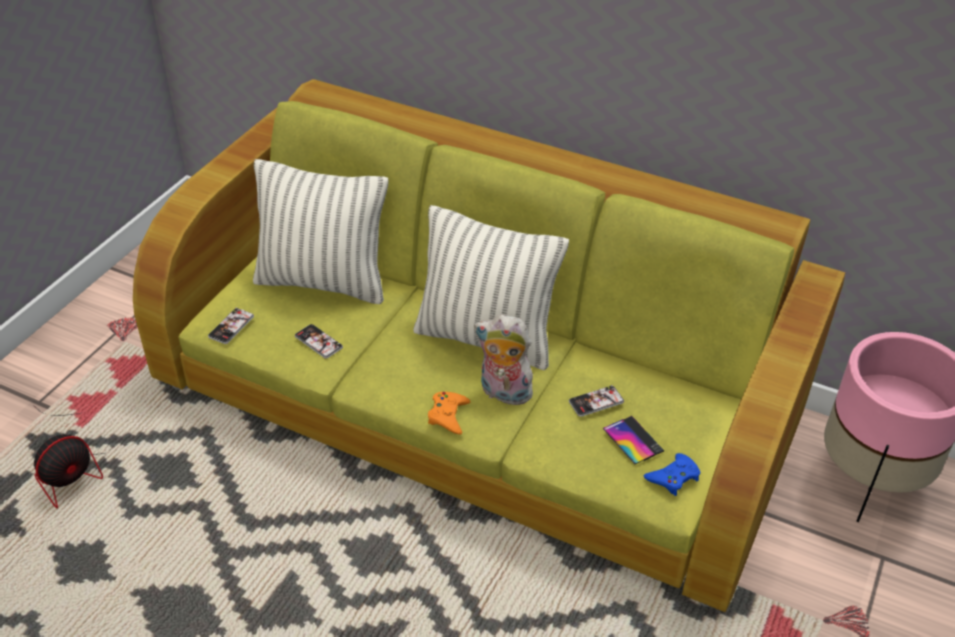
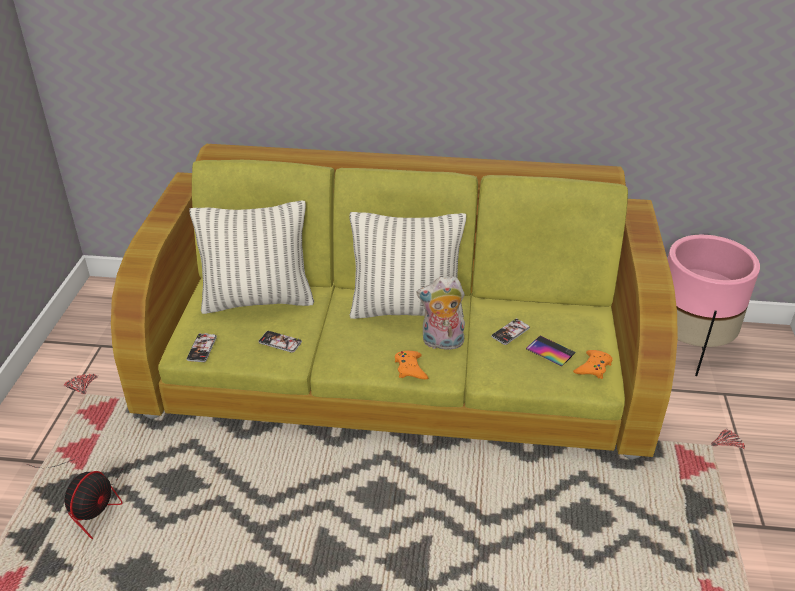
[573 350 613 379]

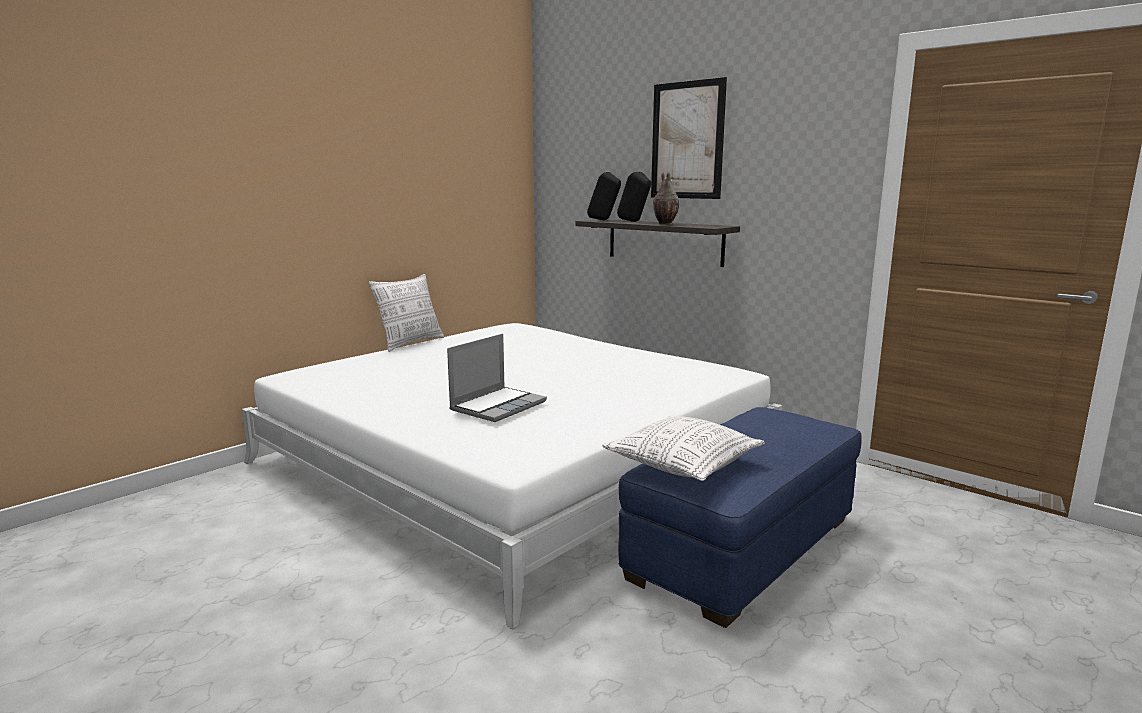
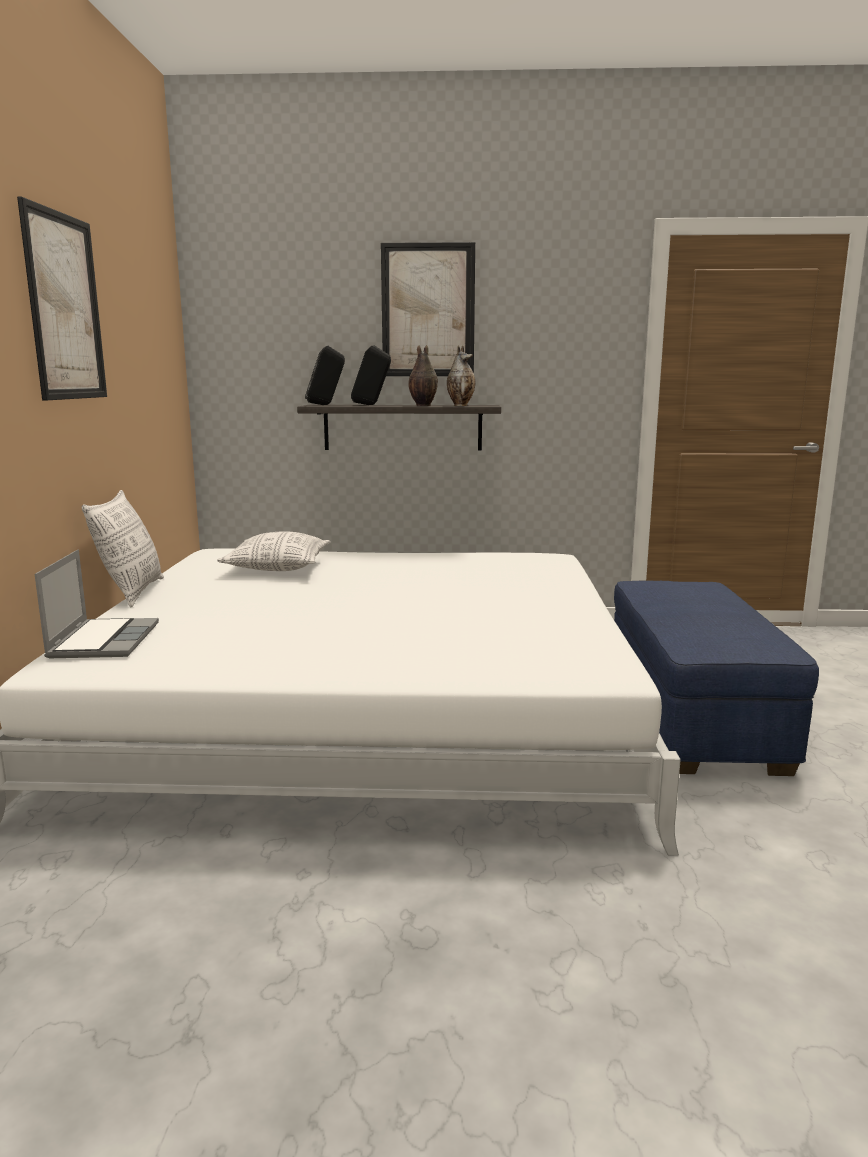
[17 197 107 401]
[35 550 159 658]
[217 531 330 571]
[447 345 475 406]

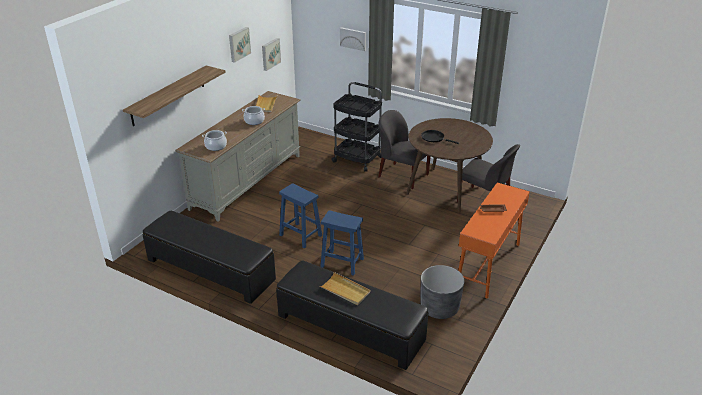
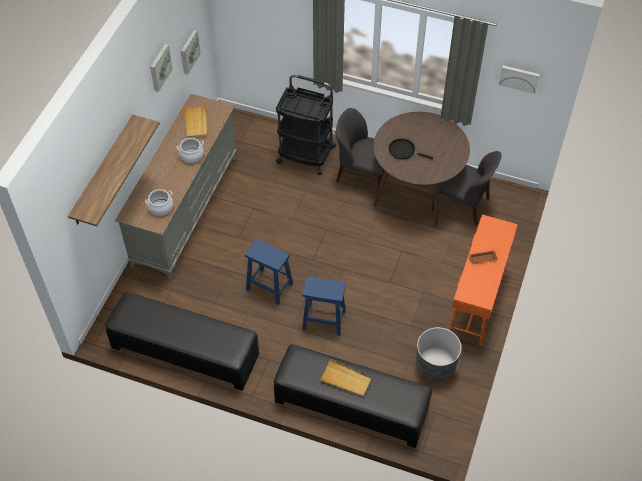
[499 65 540 94]

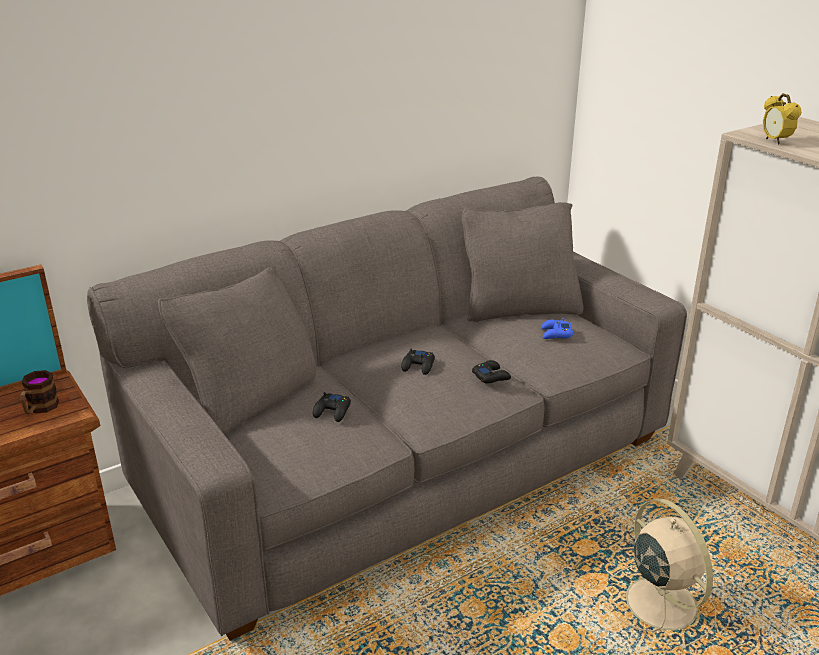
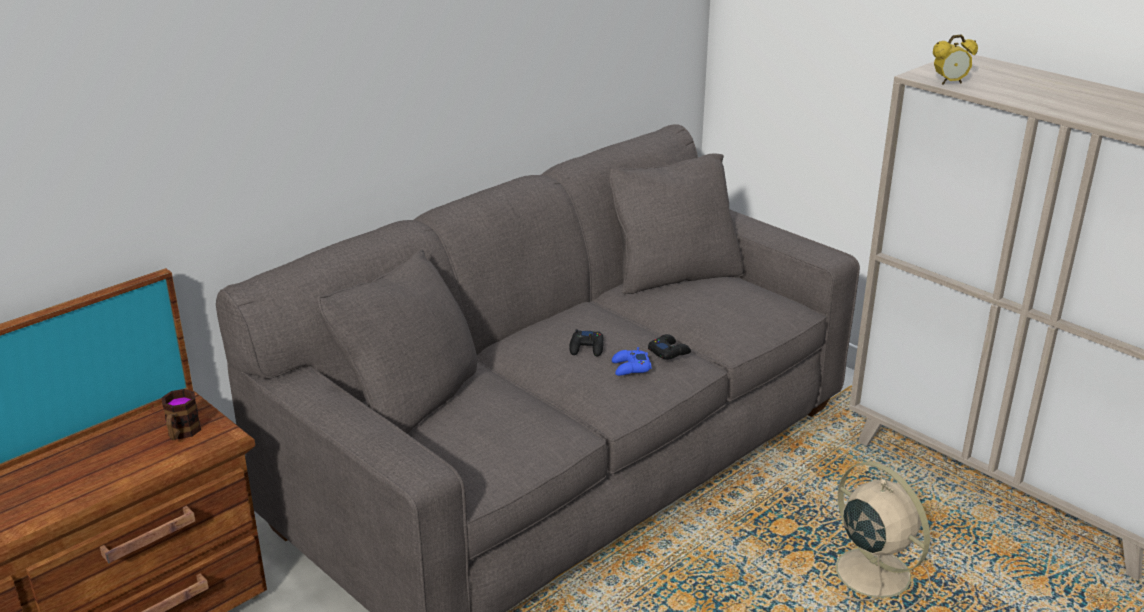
[612 347 651 376]
[933 34 978 85]
[313 392 351 422] (first image)

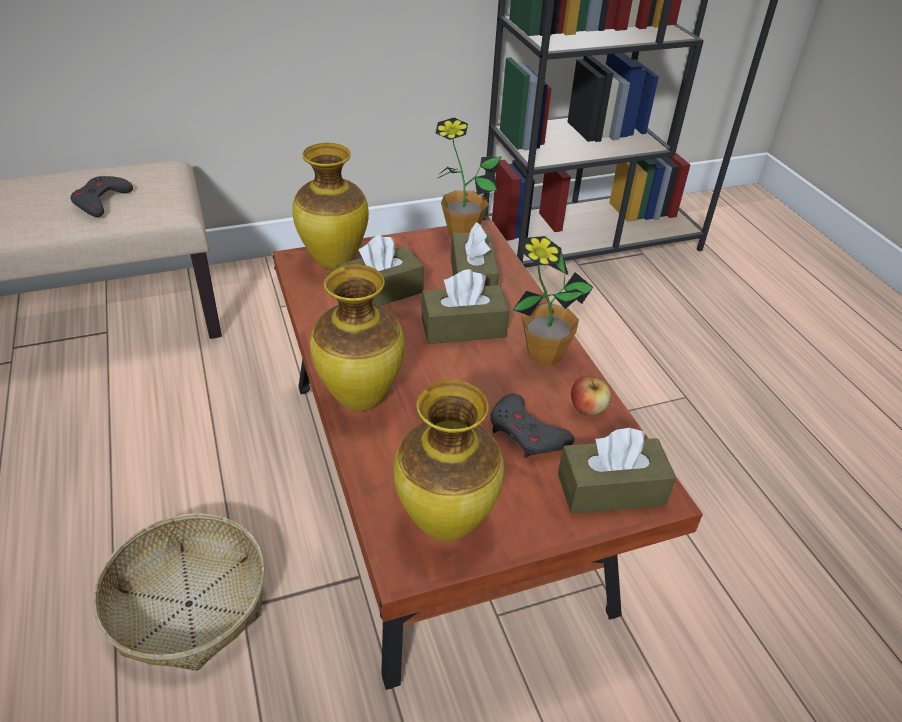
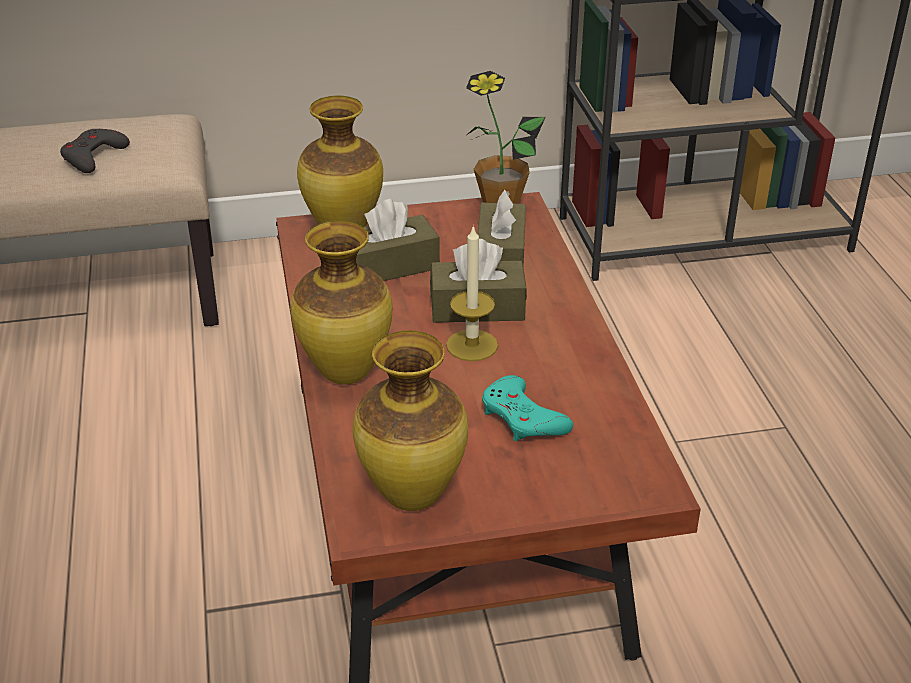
[446 225 498 361]
[482 375 573 441]
[93 513 266 671] (first image)
[513 236 593 366] (first image)
[558 427 676 514] (first image)
[571 376 611 415] (first image)

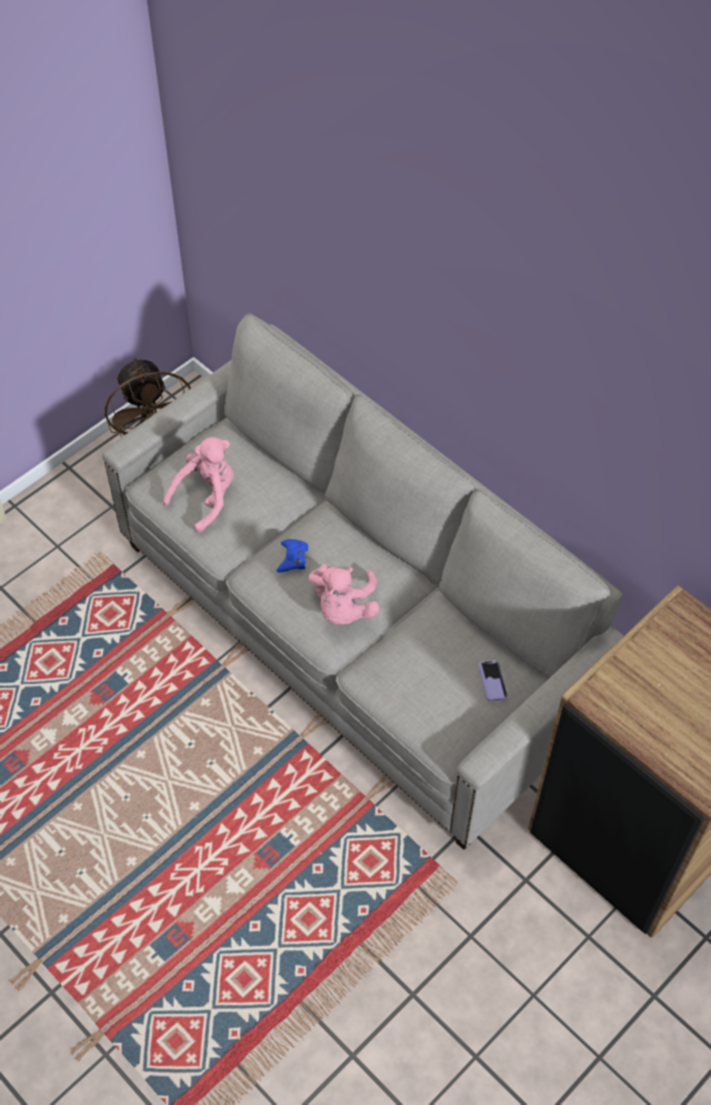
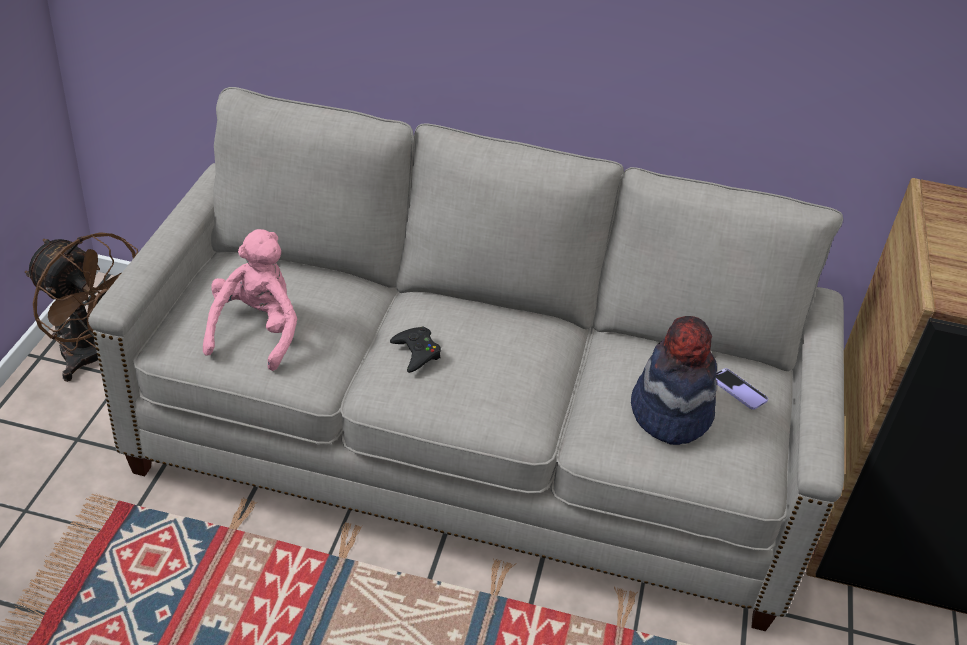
[390 327 441 373]
[631 316 717 445]
[309 564 379 625] (first image)

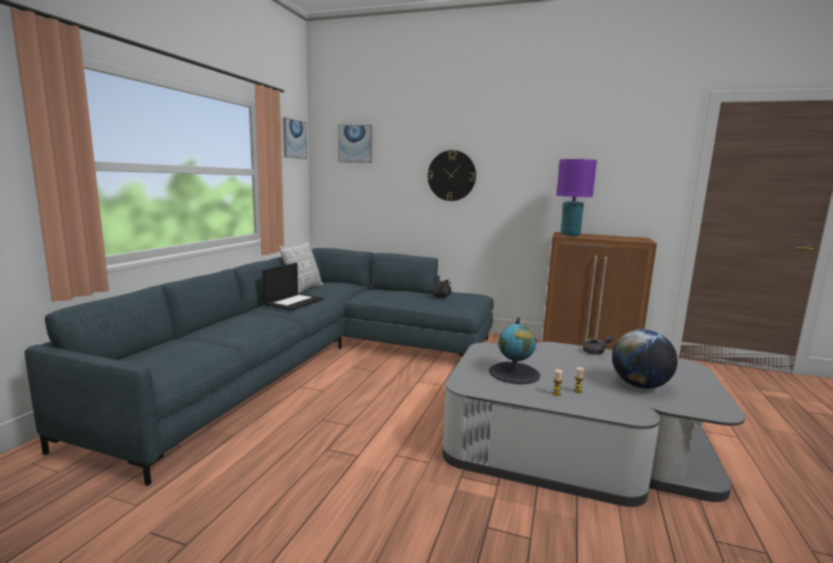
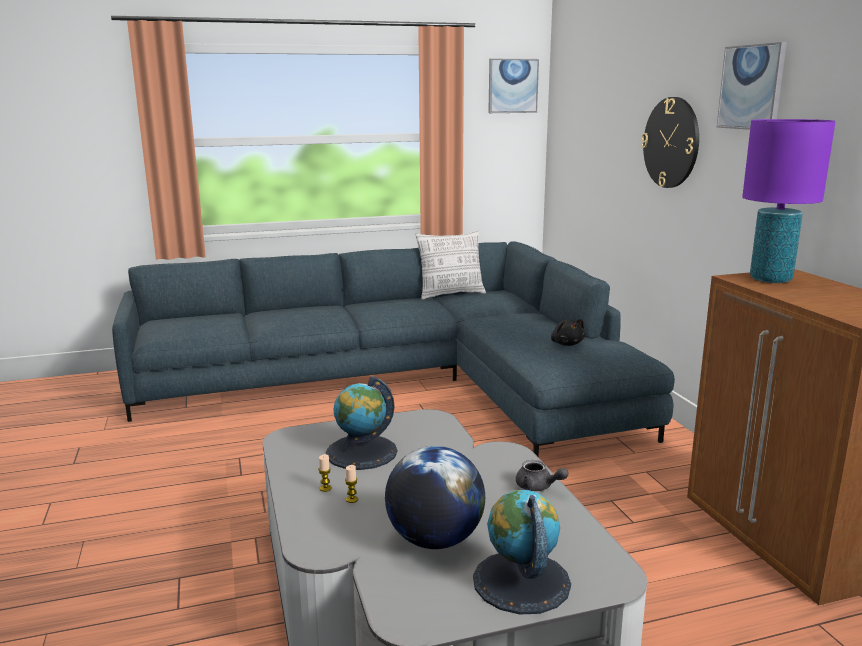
[473 490 571 614]
[717 42 787 130]
[262 263 323 311] (first image)

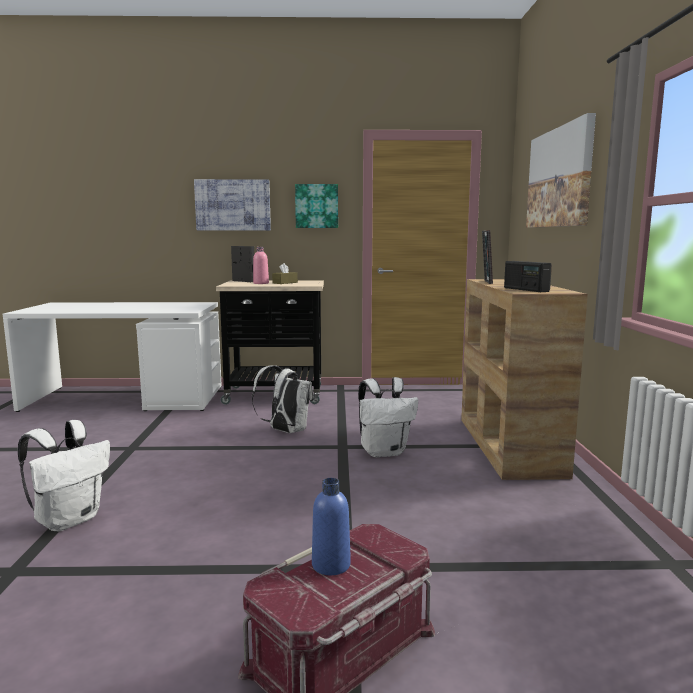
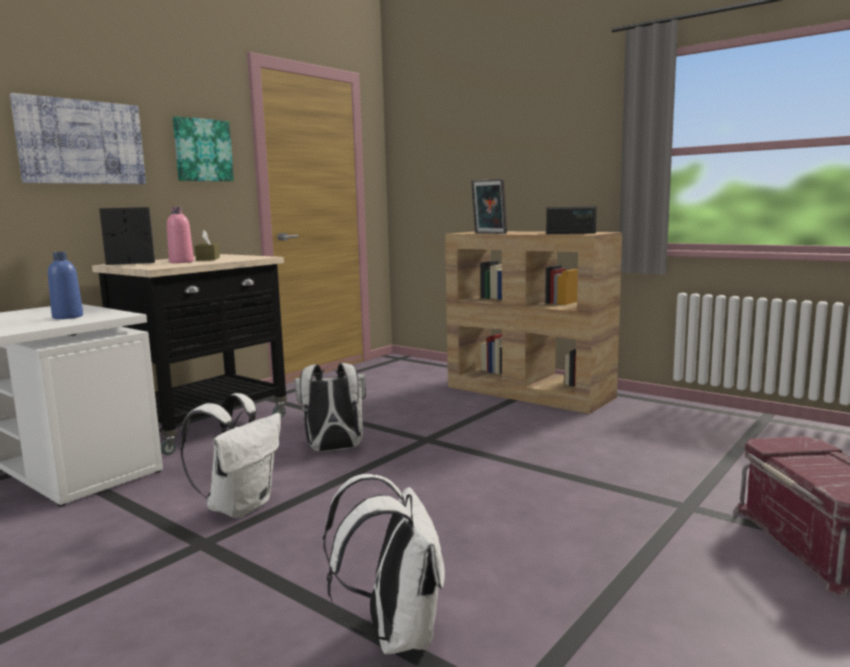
[48 252 83 319]
[180 393 281 518]
[526 113 596 228] (first image)

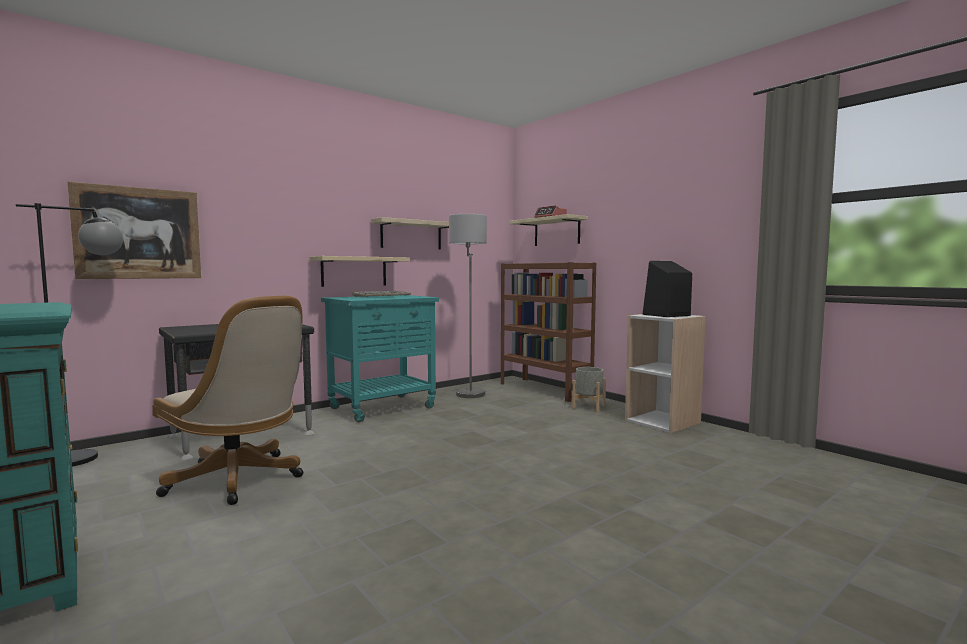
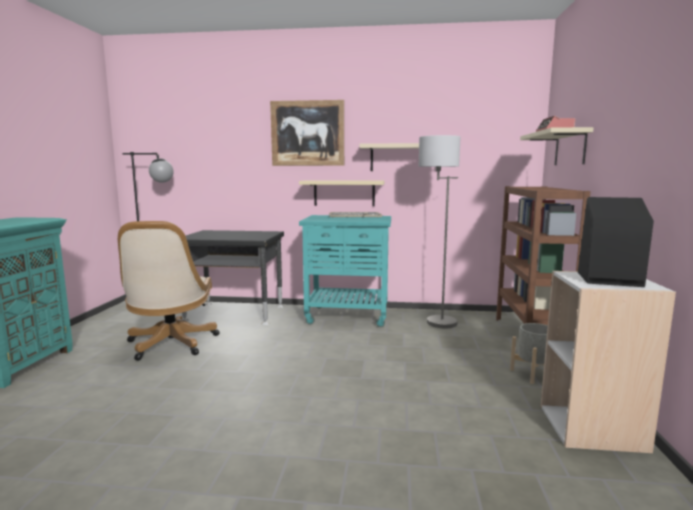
[270 100 344 166]

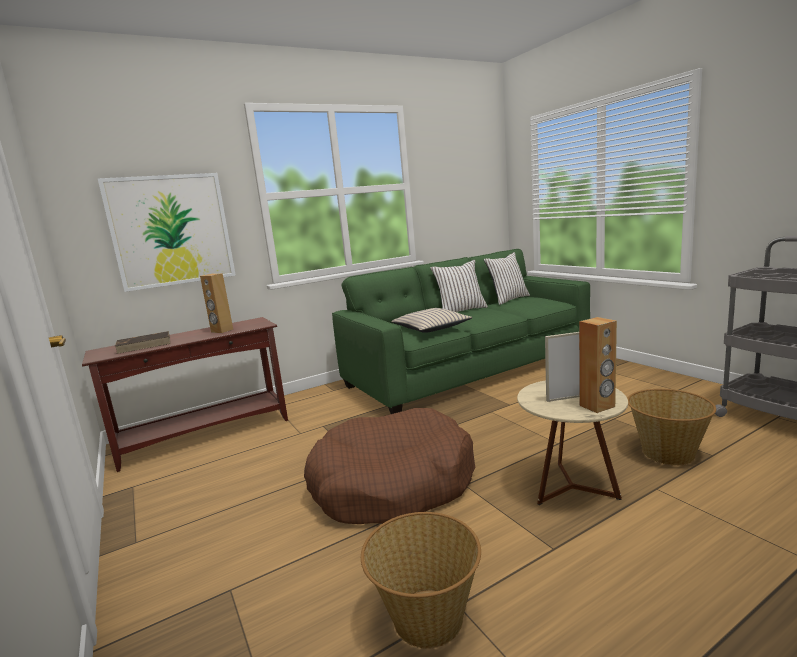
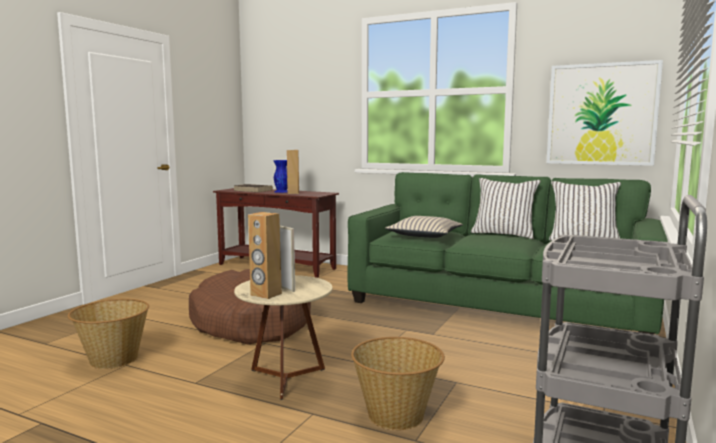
[274 160 288 193]
[547 60 663 166]

